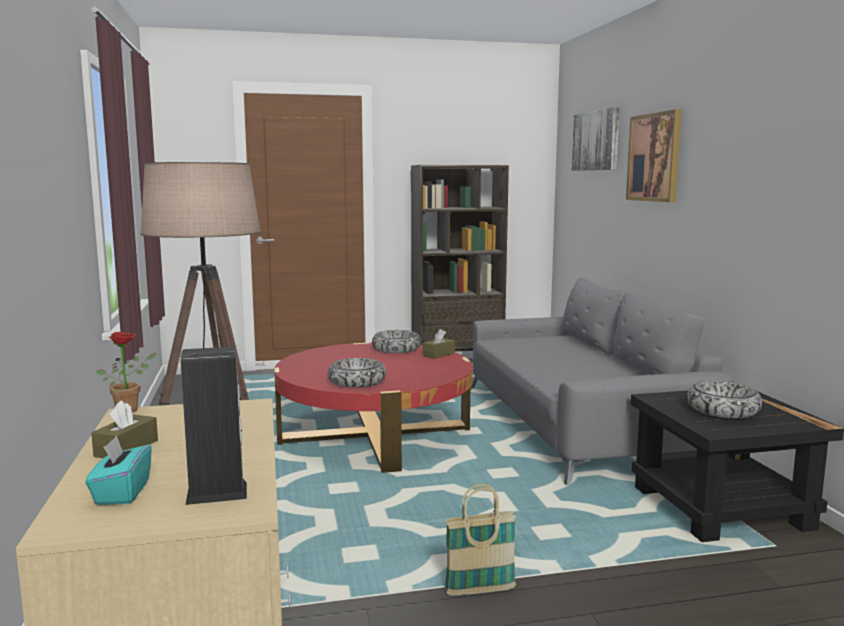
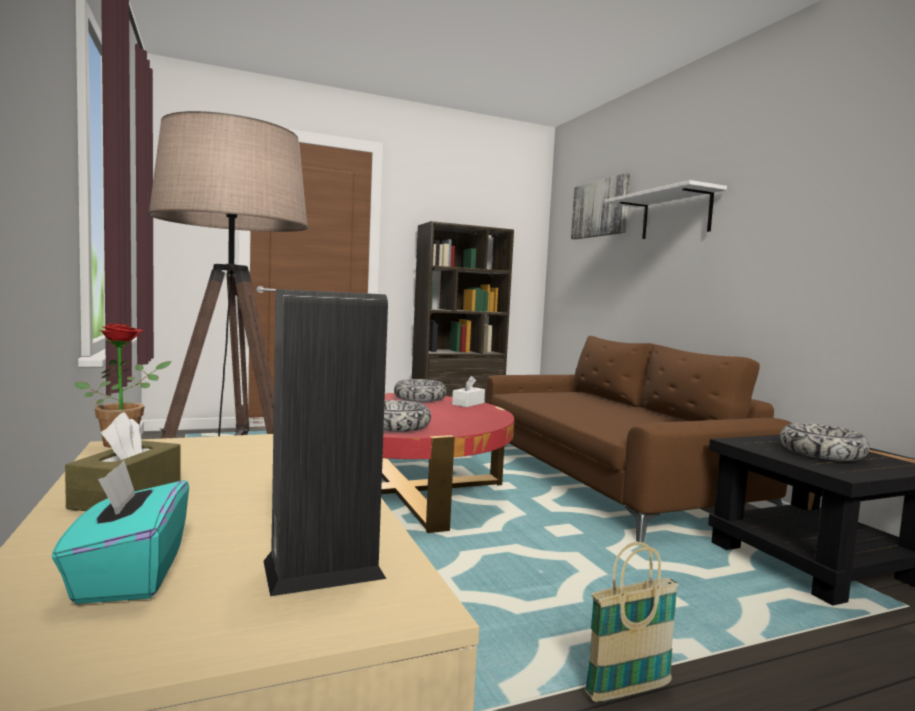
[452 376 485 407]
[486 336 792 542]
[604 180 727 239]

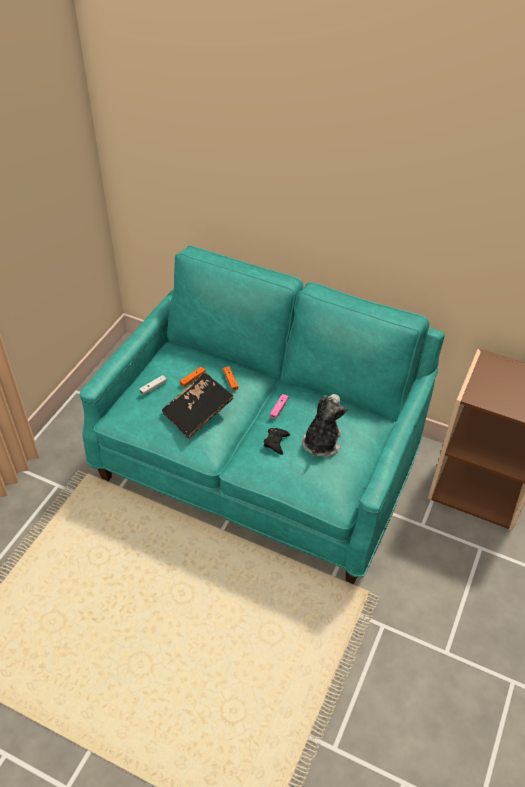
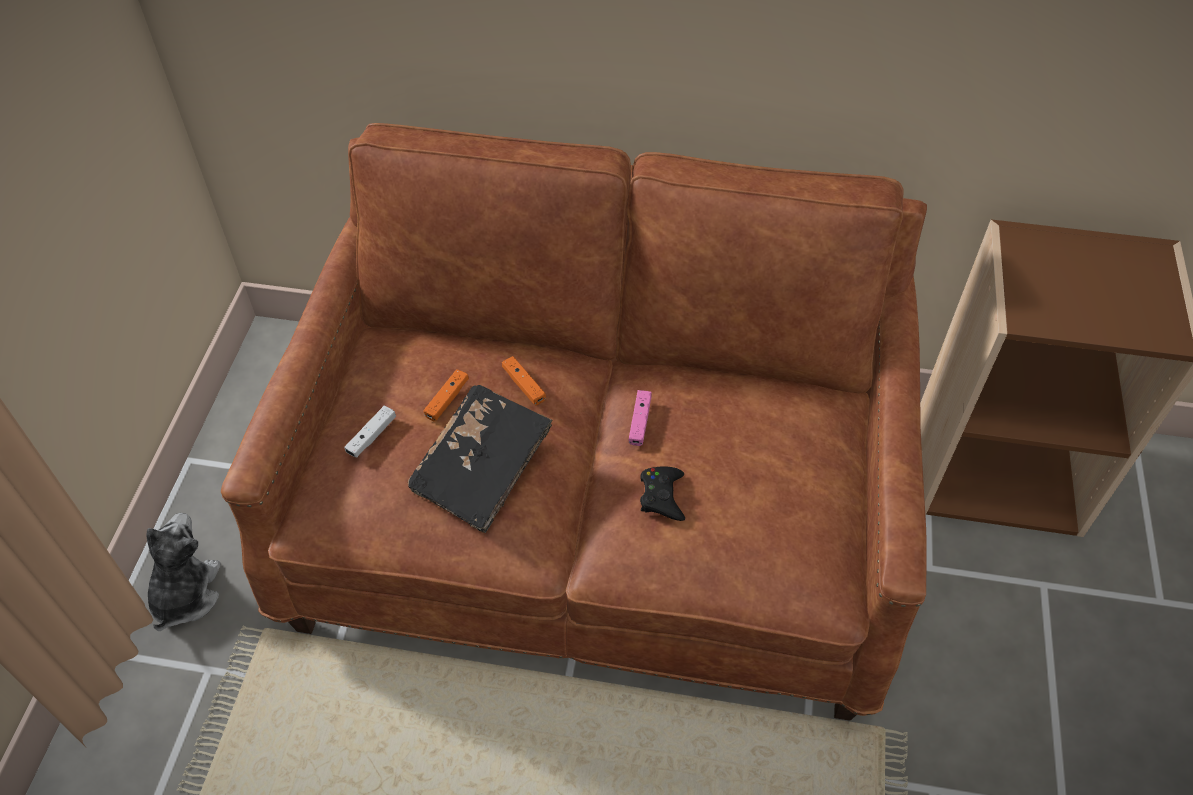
[146 513 221 631]
[221 123 927 721]

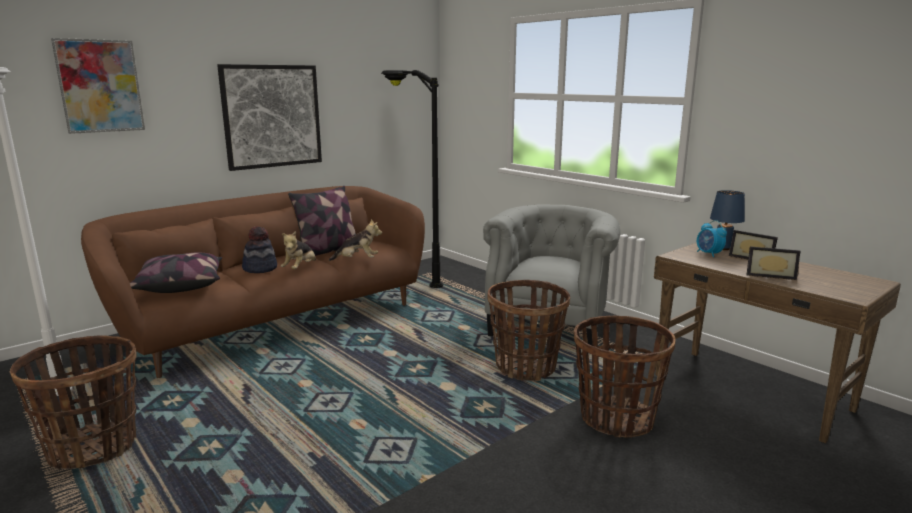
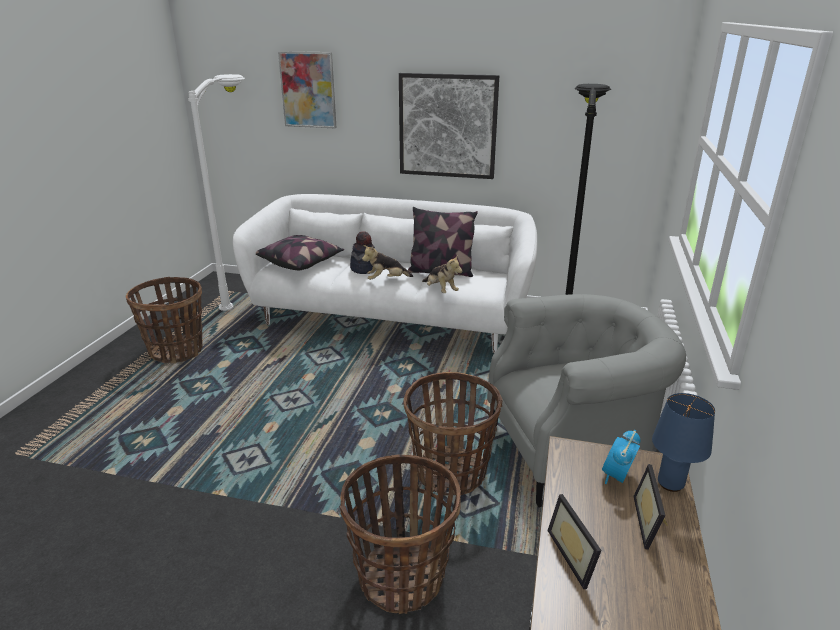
[233 194 537 353]

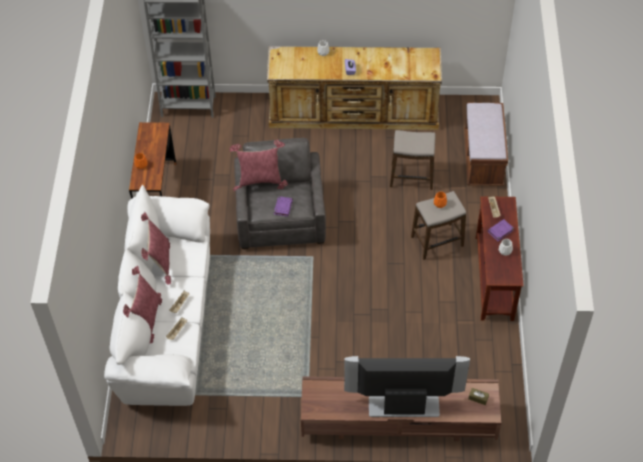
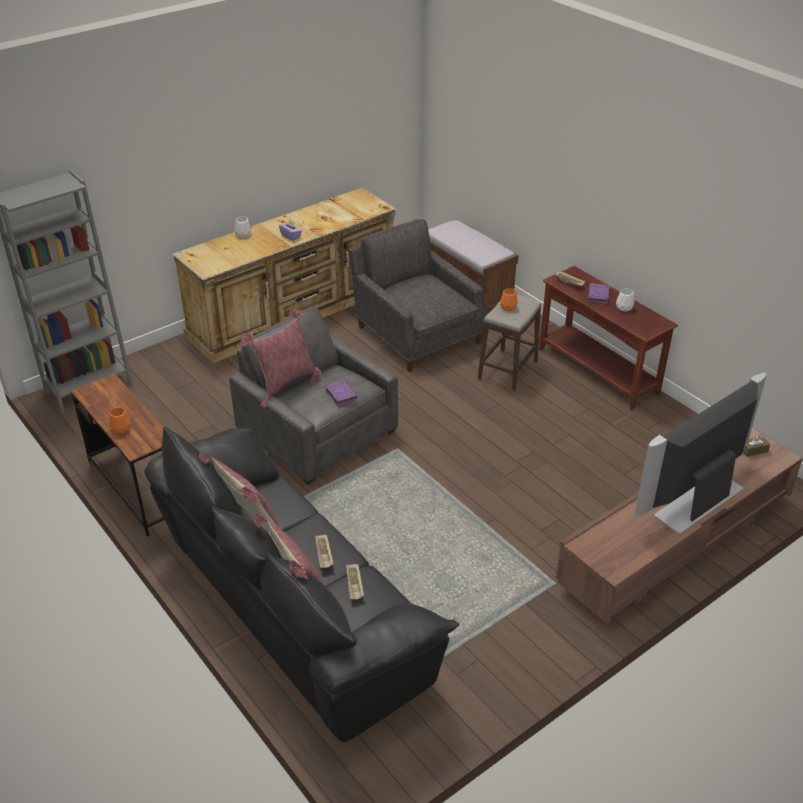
[144 427 460 742]
[349 219 485 372]

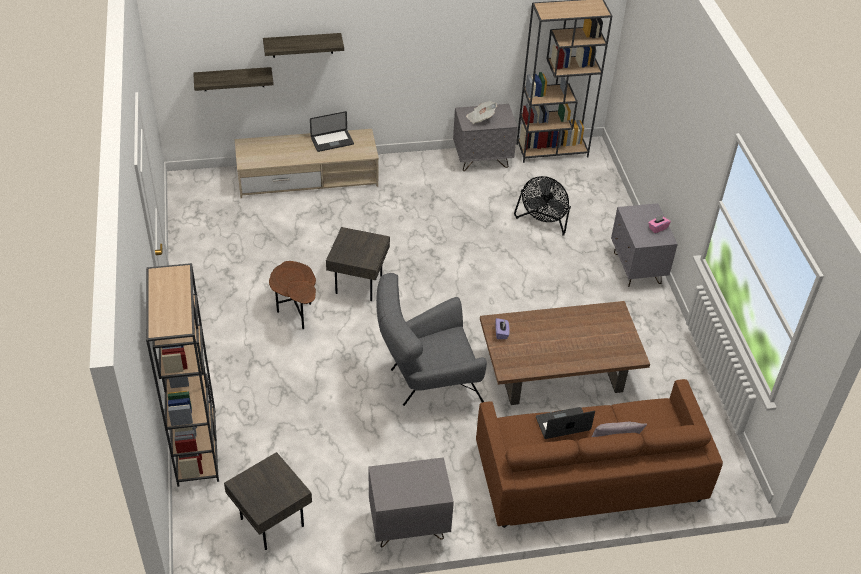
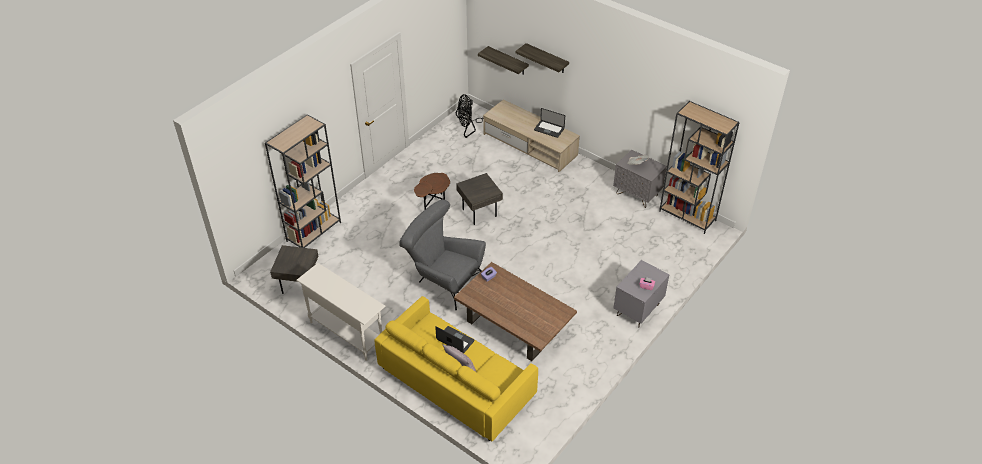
[296 263 385 361]
[374 296 538 441]
[456 94 483 138]

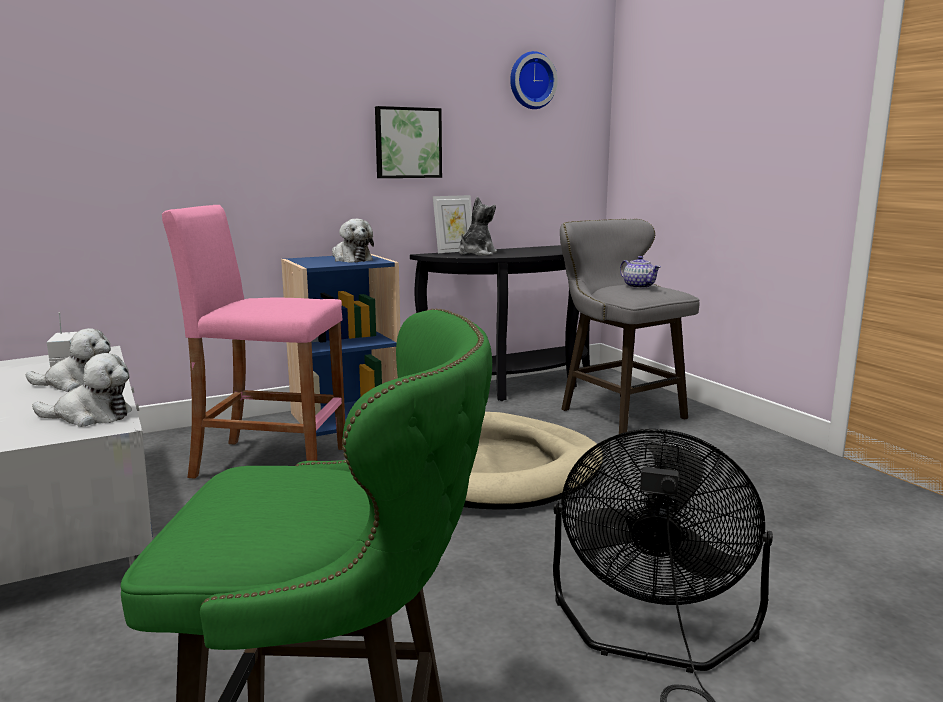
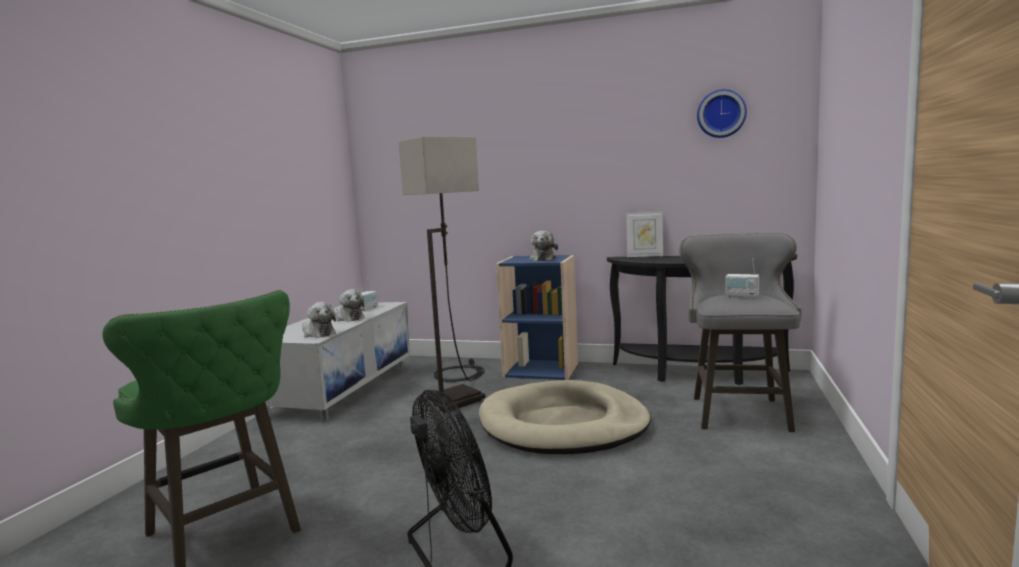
[398 136 485 413]
[725 259 759 298]
[375 106 442 178] (first image)
[459 197 497 256] (first image)

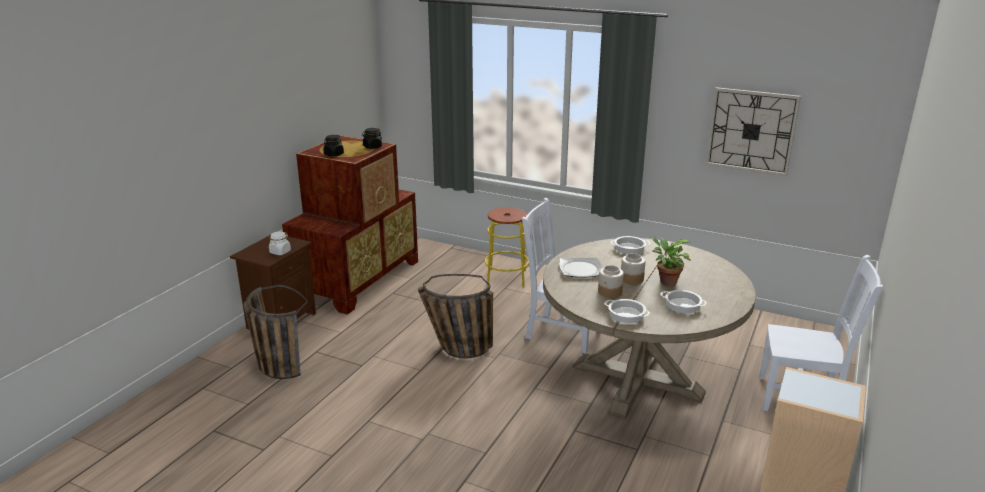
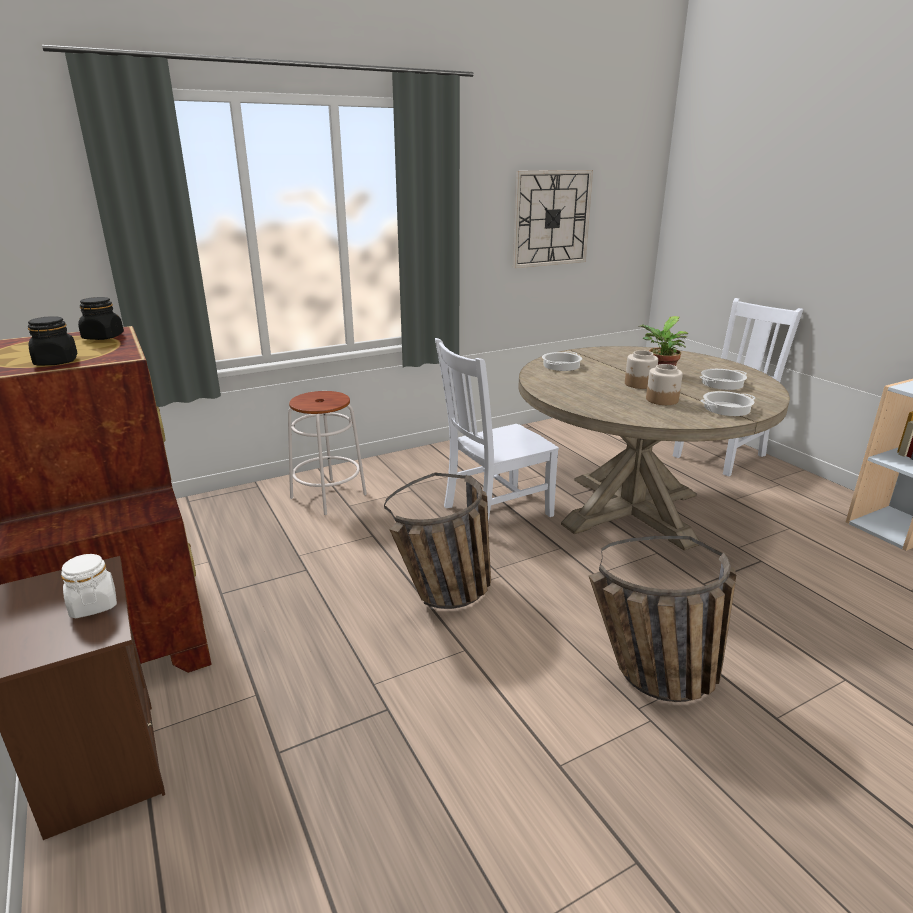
[288 391 367 515]
[589 536 736 702]
[559 258 602 277] (first image)

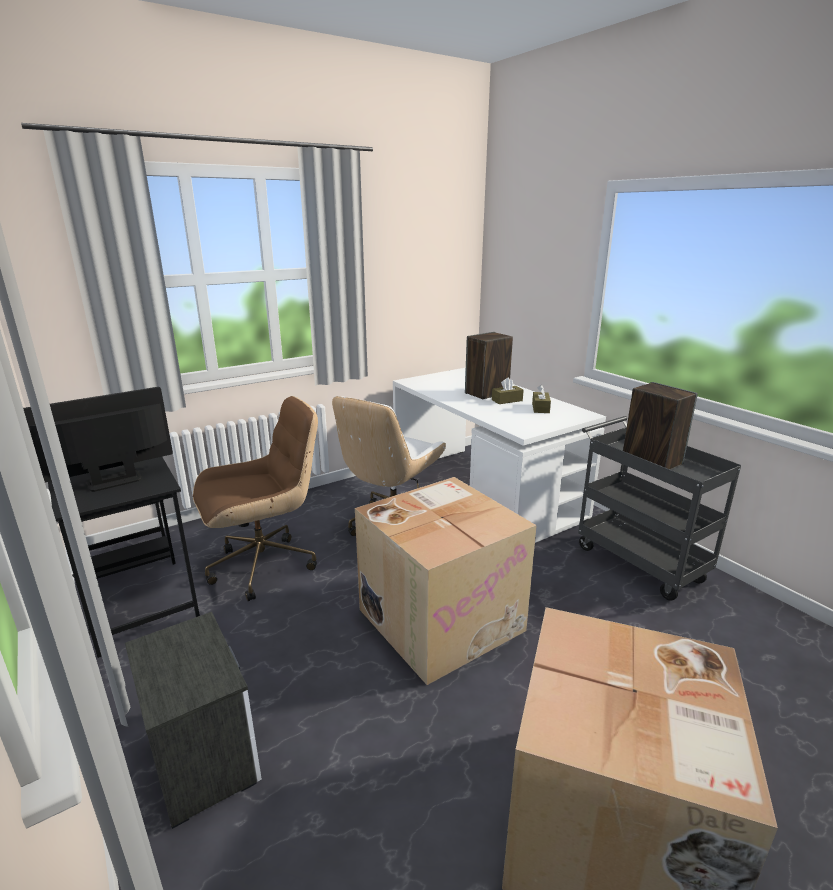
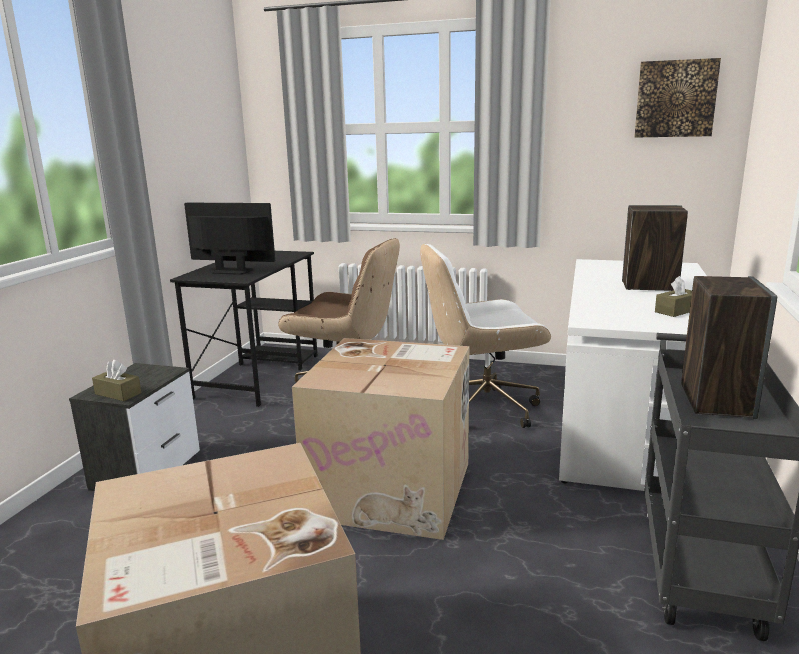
[92 360 142 401]
[634 58 721 138]

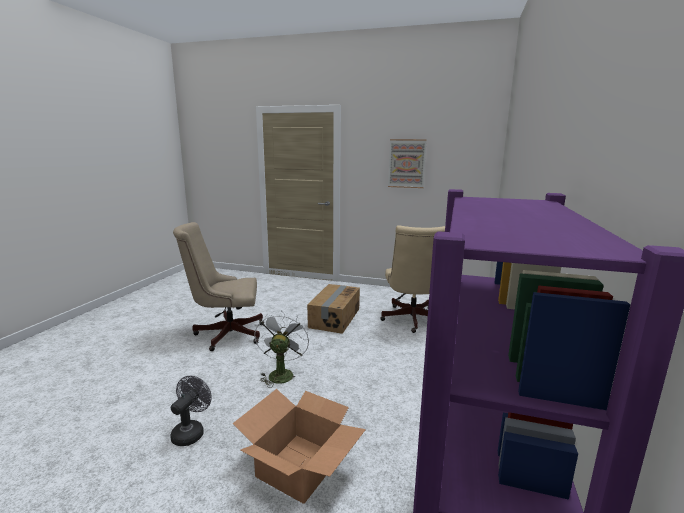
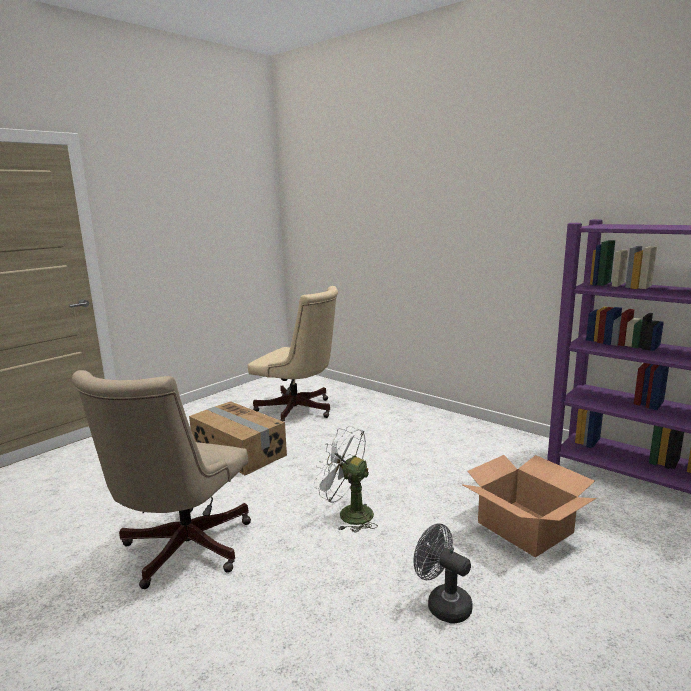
[388 139 427 188] (first image)

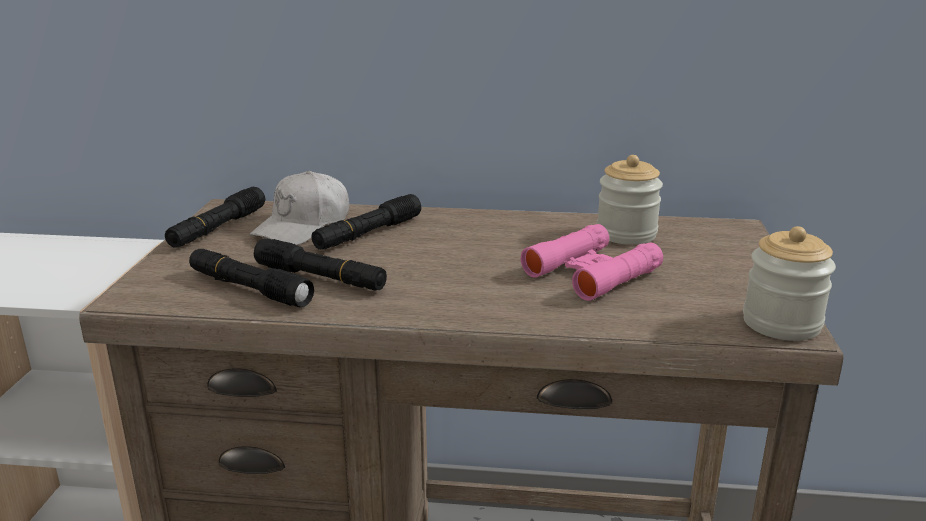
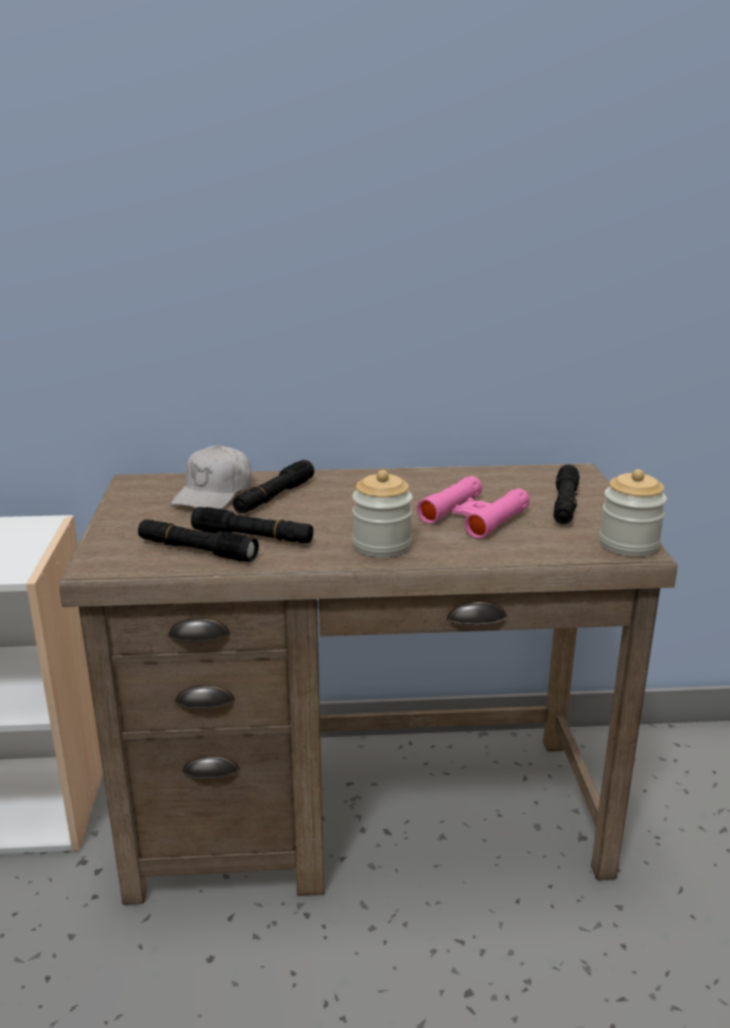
[352 470 413 557]
[554 464 580 525]

